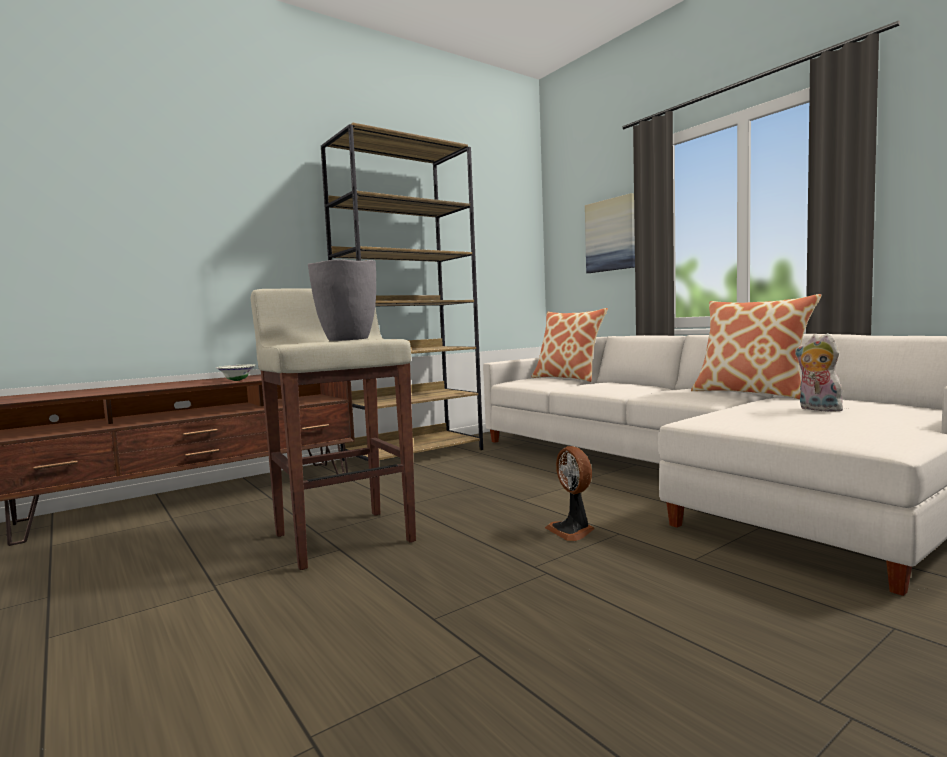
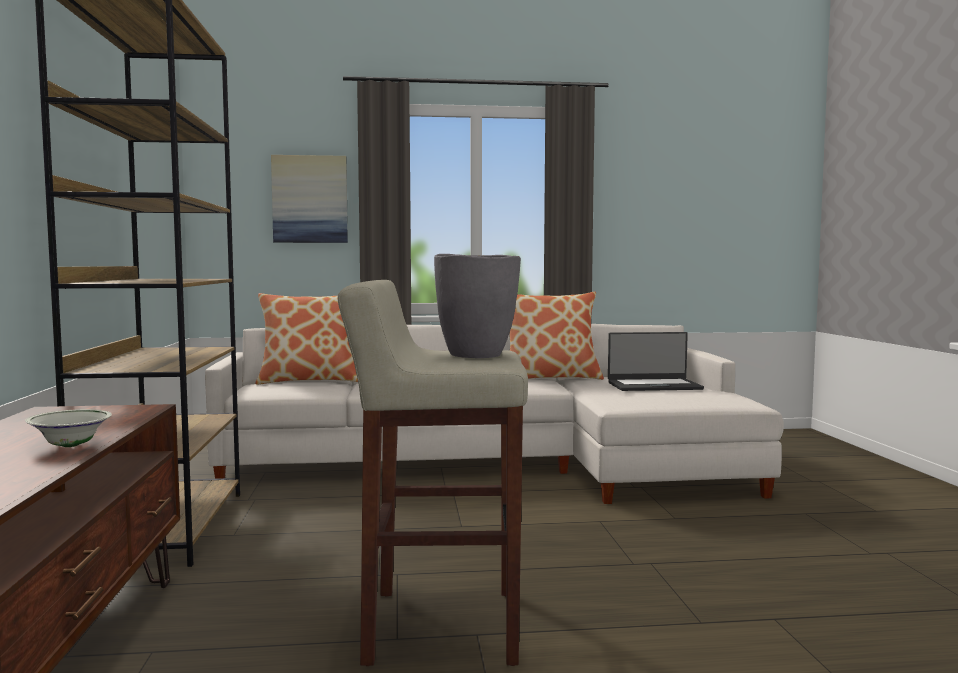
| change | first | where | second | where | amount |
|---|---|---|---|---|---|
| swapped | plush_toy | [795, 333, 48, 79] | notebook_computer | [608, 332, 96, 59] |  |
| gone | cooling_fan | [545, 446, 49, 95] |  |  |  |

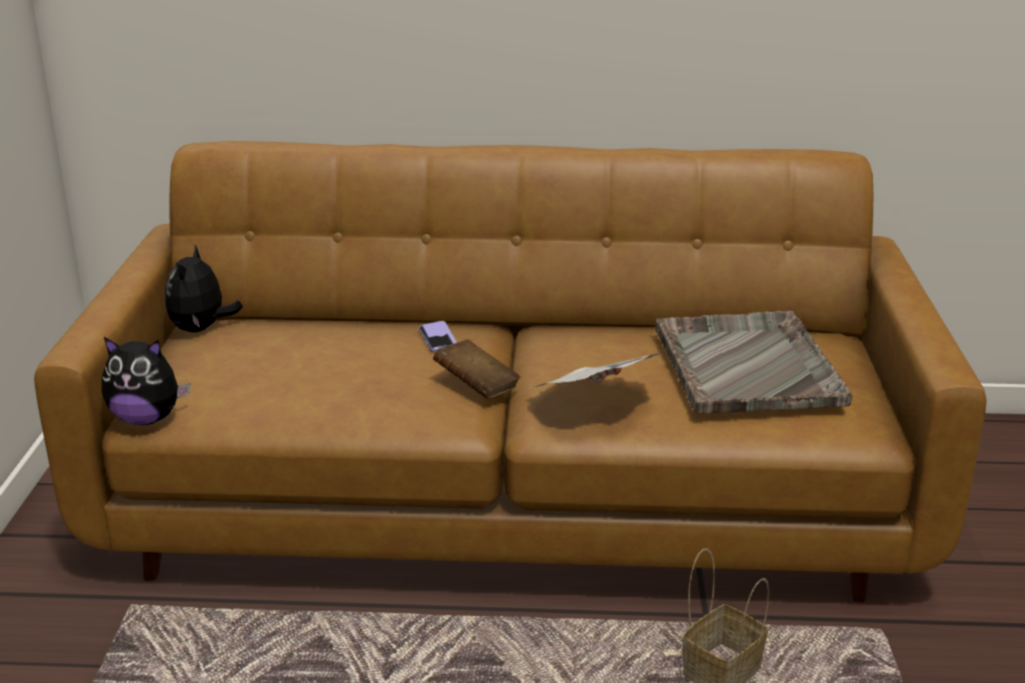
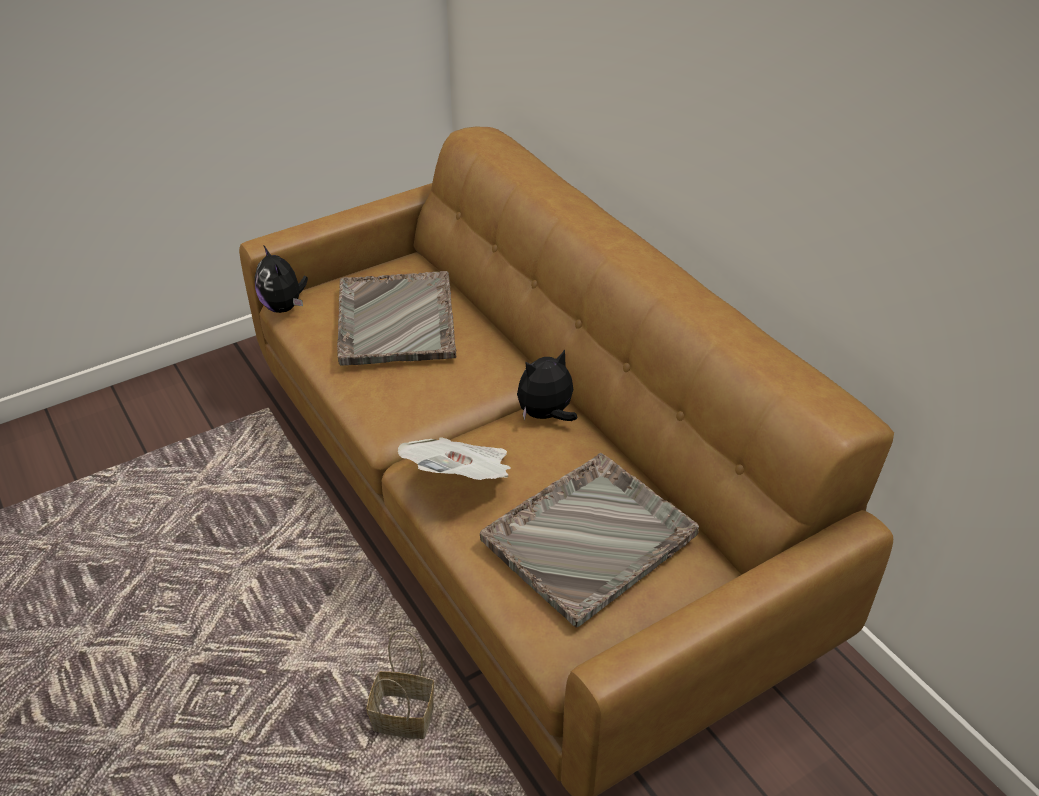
| change | first | where | second | where | amount |
|---|---|---|---|---|---|
| new |  |  | greyish_serving_tray | [337, 271, 119, 95] |  |
| shifted | plush_toy | [165, 245, 78, 87] |  | [517, 350, 60, 71] |  |
| gone | telephone | [419, 321, 38, 31] |  |  |  |
| gone | brown-coloured_volume | [433, 339, 88, 60] |  |  |  |

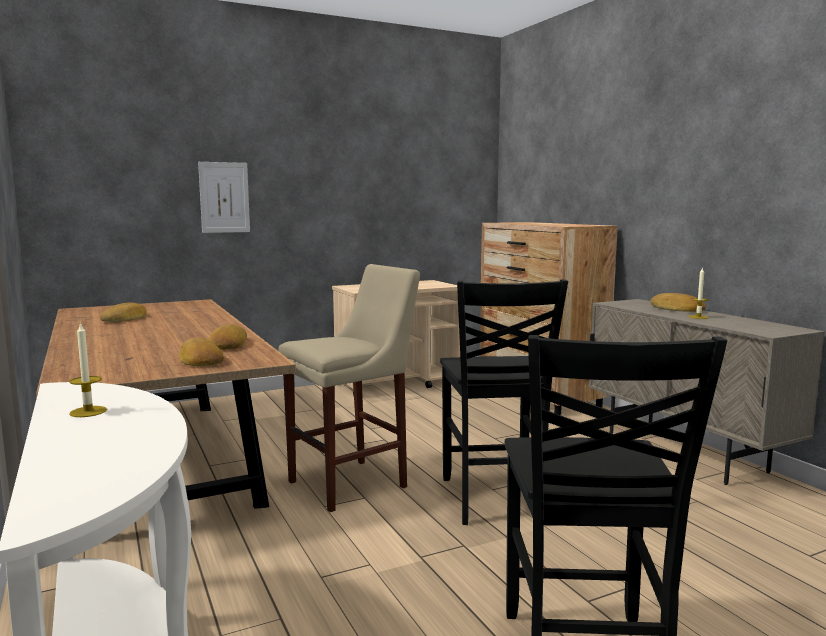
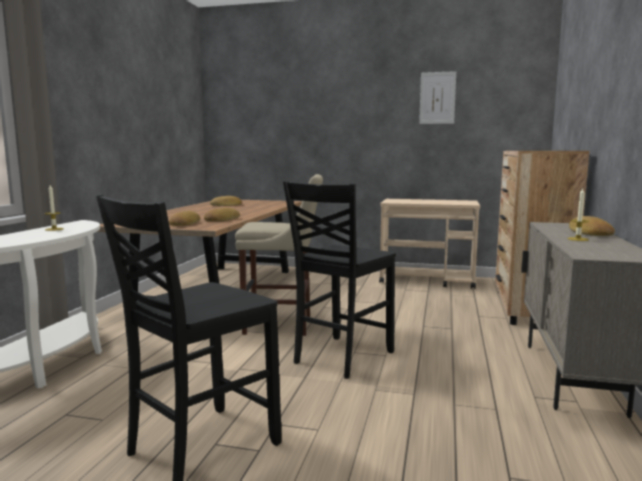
| change | first | where | second | where | amount |
|---|---|---|---|---|---|
| shifted | wall_art | [198, 162, 52, 71] |  | [419, 71, 37, 53] |  |

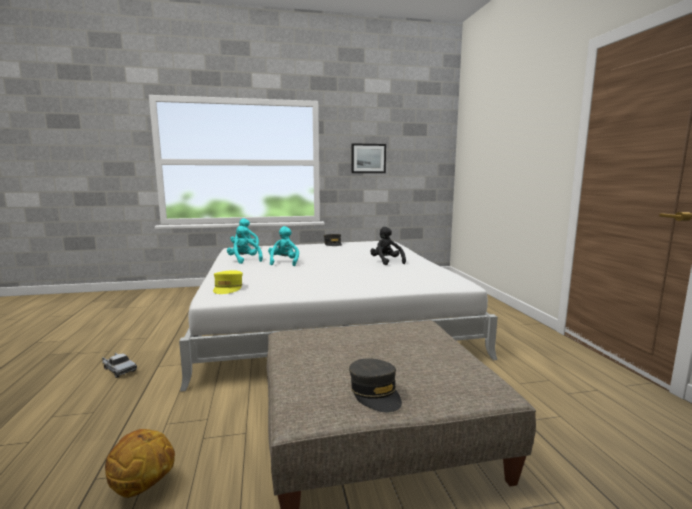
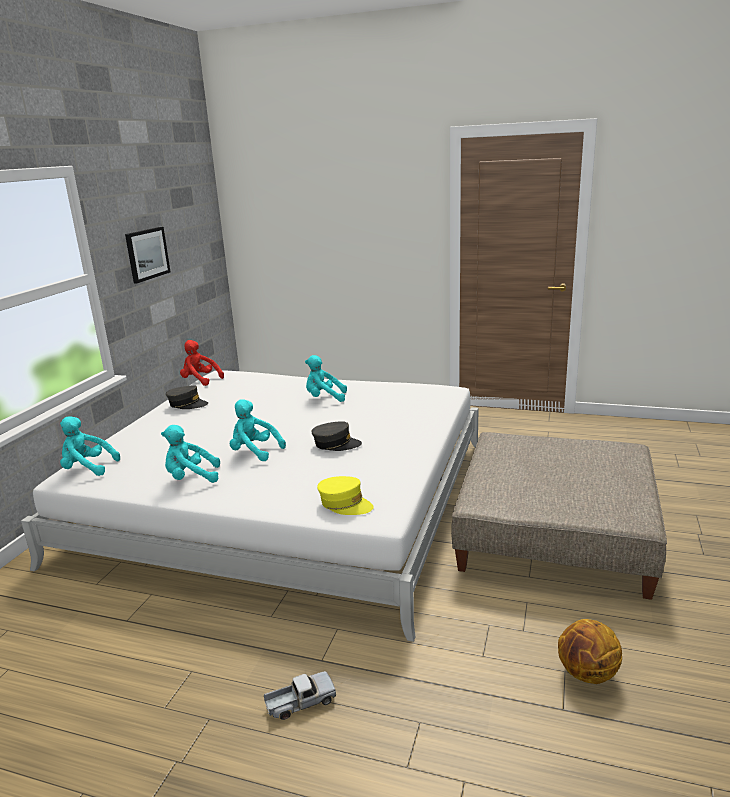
| change | first | where | second | where | amount |
|---|---|---|---|---|---|
| new |  |  | red_plush_toy | [180, 340, 44, 46] |  |
| repainted | black-coloured_plush_toy | [370, 227, 36, 38] | blue-green_plush_toy | [305, 355, 42, 47] |  |
| shifted | greyish_cap | [349, 358, 53, 54] |  | [311, 421, 51, 30] |  |

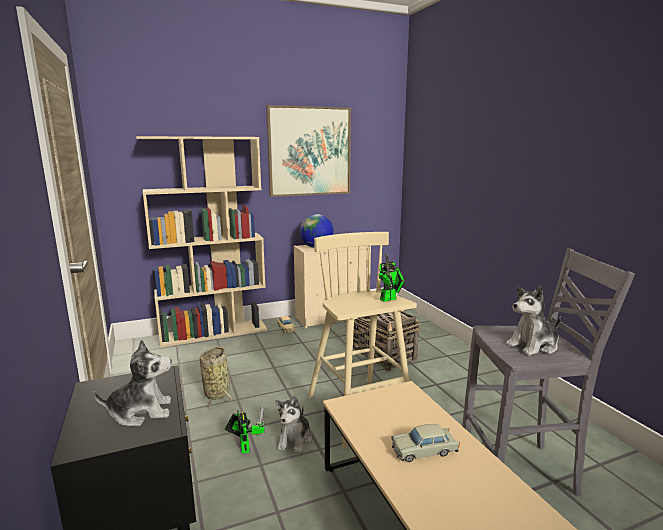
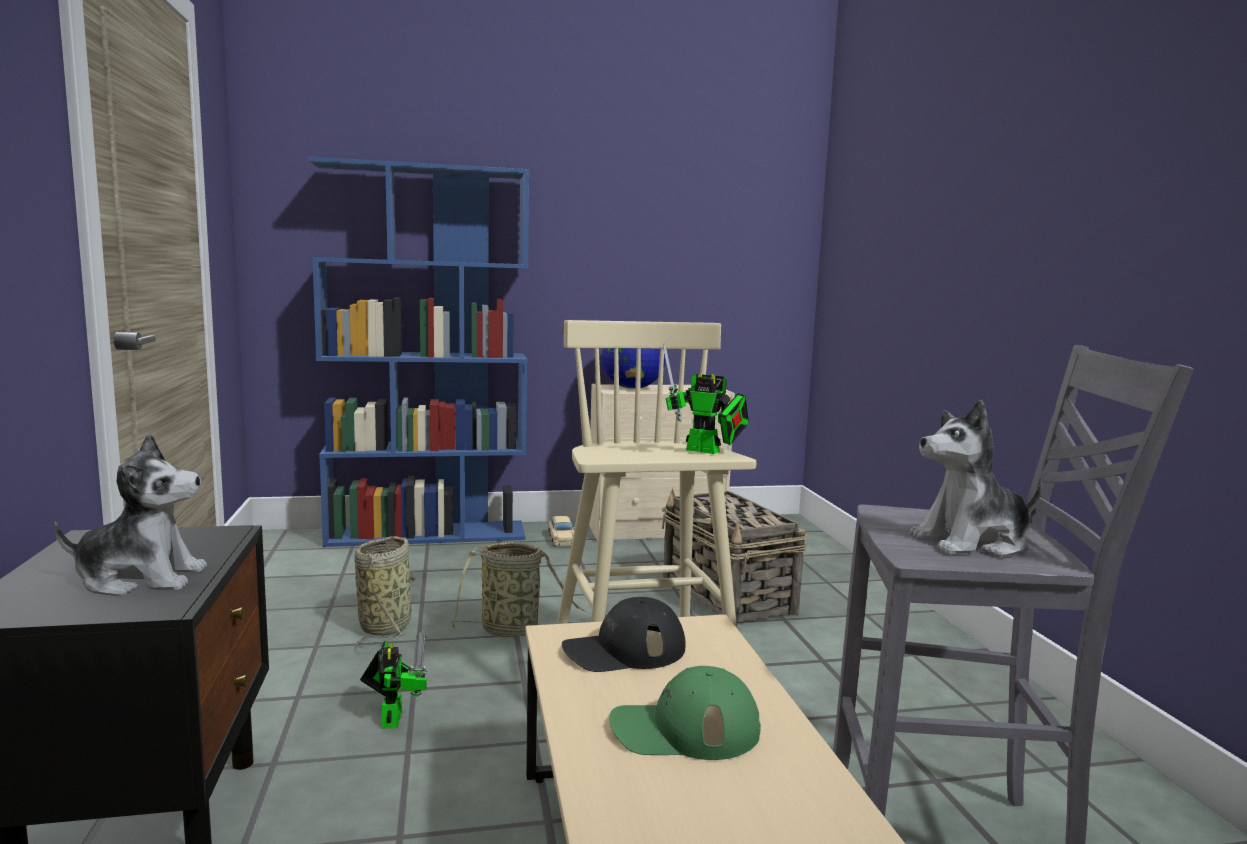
| change | first | where | second | where | amount |
|---|---|---|---|---|---|
| repainted | sand-coloured_bookcase | [136, 136, 131, 211] | blue_bookcase | [309, 157, 221, 390] |  |
| new |  |  | basket | [449, 542, 143, 95] |  |
| new |  |  | black-coloured_cap | [562, 597, 123, 75] |  |
| swapped | sand-coloured_model_car | [392, 424, 68, 38] | green-coloured_cap | [609, 666, 152, 94] |  |
| rotated | model_robot | [379, 253, 26, 49] |  | [663, 344, 86, 110] | 45 degrees clockwise |
| gone | wall_art | [266, 105, 85, 92] |  |  |  |
| gone | plush_toy | [275, 396, 37, 58] |  |  |  |

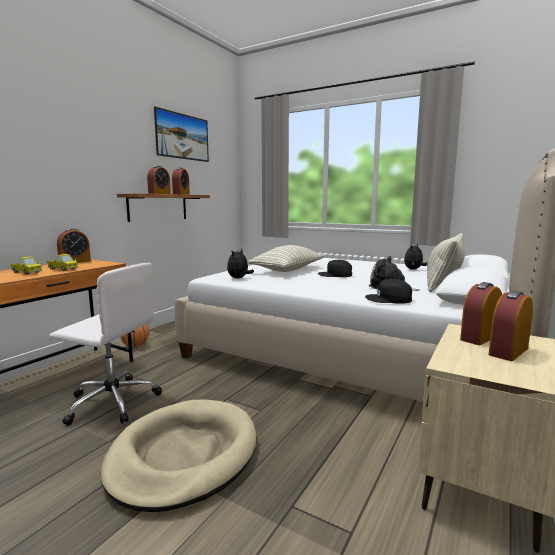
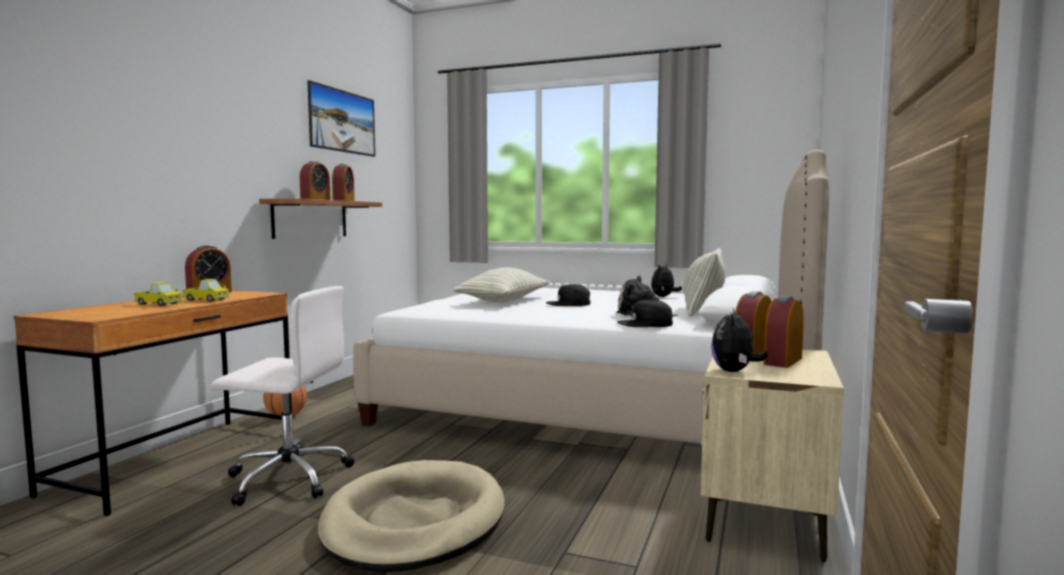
| change | first | where | second | where | amount |
|---|---|---|---|---|---|
| shifted | plush_toy | [227, 249, 27, 29] |  | [711, 308, 57, 64] |  |

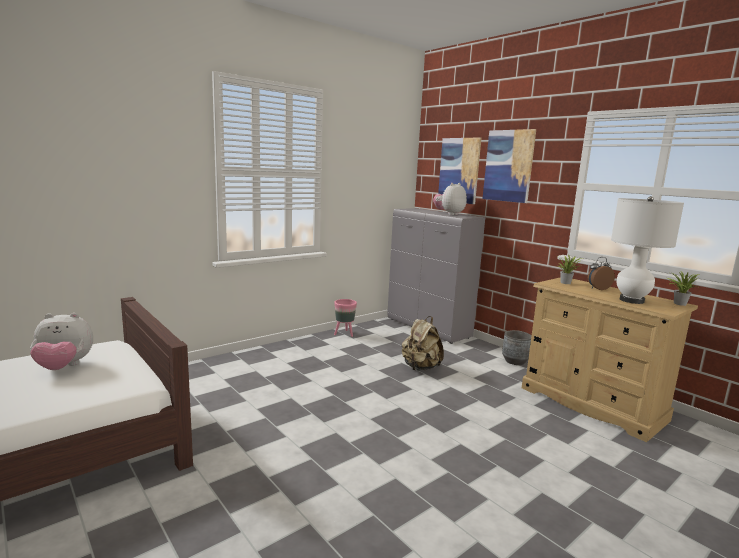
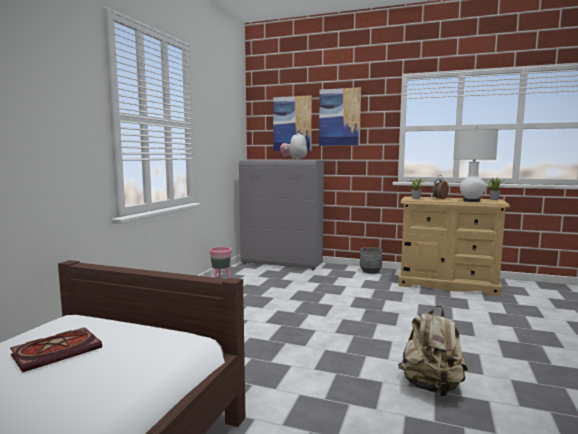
| change | first | where | second | where | amount |
|---|---|---|---|---|---|
| swapped | plush_toy | [30, 313, 63, 57] | volume | [10, 327, 92, 46] |  |
| shifted | sand-coloured_rucksack | [402, 316, 42, 55] |  | [398, 306, 70, 90] |  |

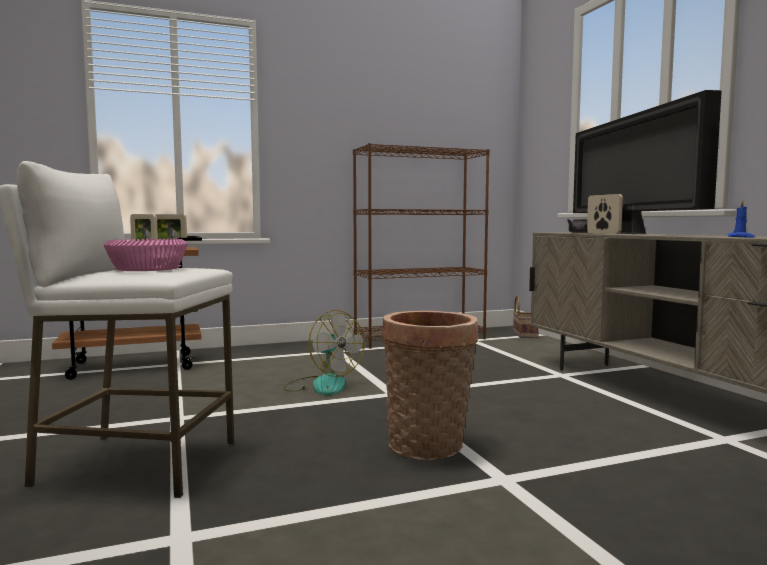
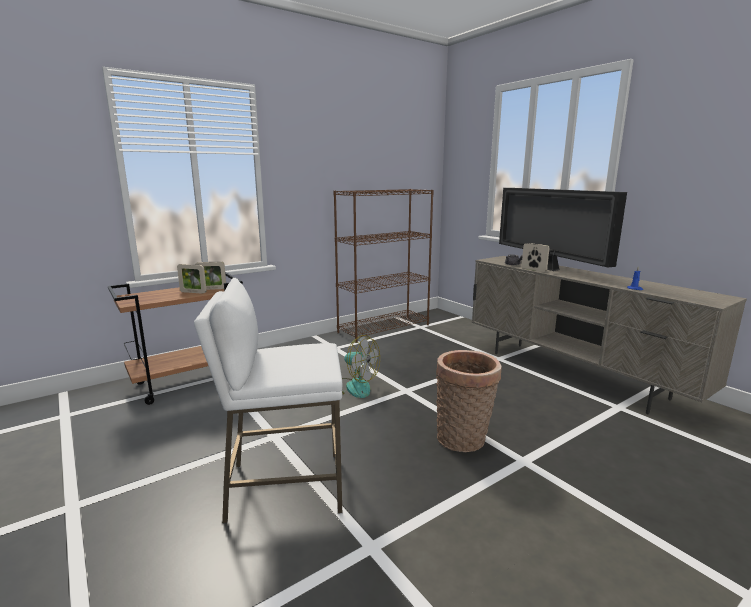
| change | first | where | second | where | amount |
|---|---|---|---|---|---|
| gone | pink_deep_dish | [103, 239, 85, 32] |  |  |  |
| gone | basket | [513, 296, 26, 42] |  |  |  |

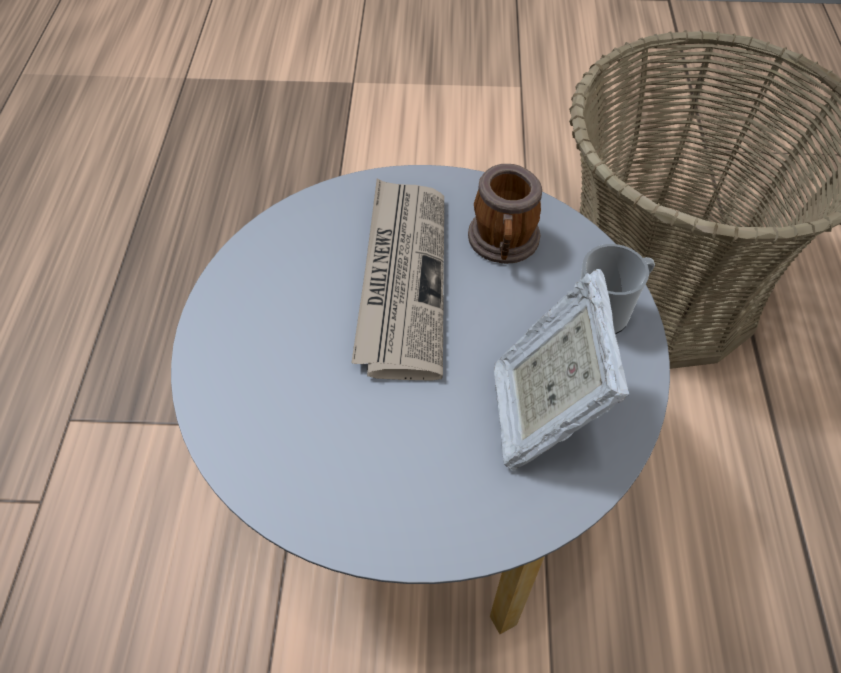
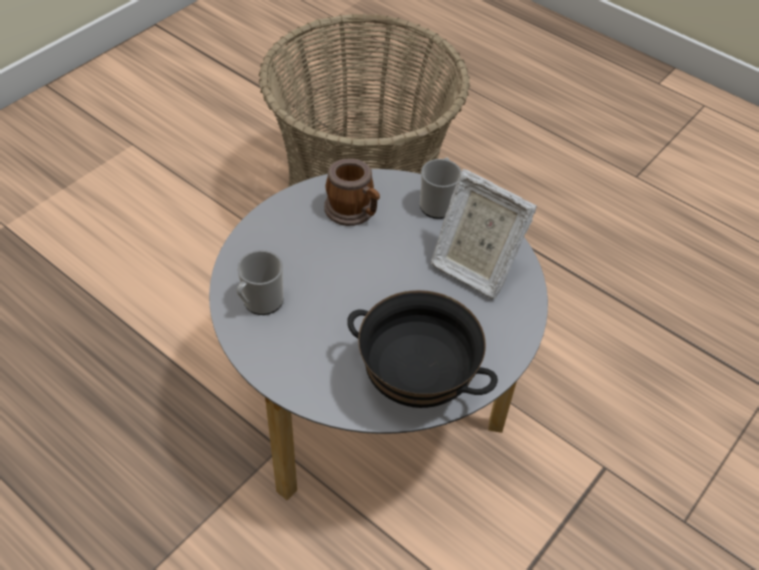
| change | first | where | second | where | amount |
|---|---|---|---|---|---|
| new |  |  | mug | [236, 250, 47, 65] |  |
| new |  |  | black-coloured_deep_dish | [347, 290, 151, 118] |  |
| gone | daily_paper | [351, 178, 93, 202] |  |  |  |

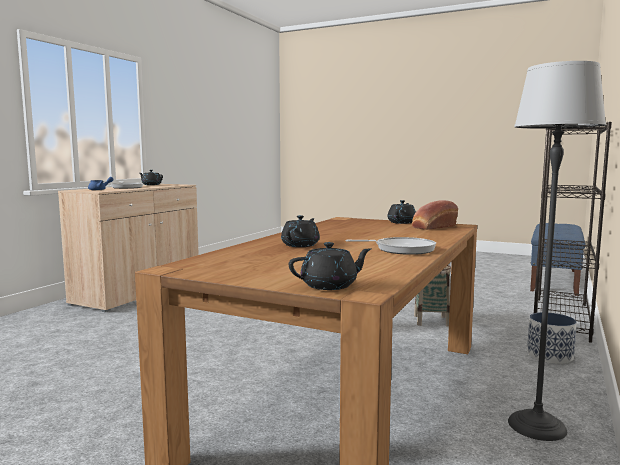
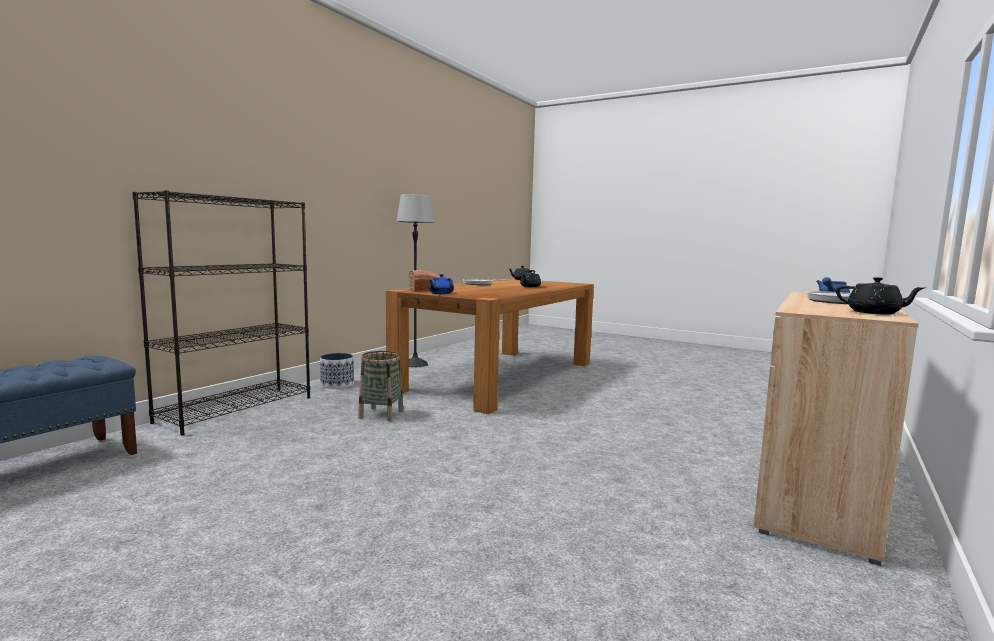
| change | first | where | second | where | amount |
|---|---|---|---|---|---|
| repainted | black-coloured_teapot | [387, 200, 29, 24] | blue_teapot | [428, 274, 26, 20] |  |

